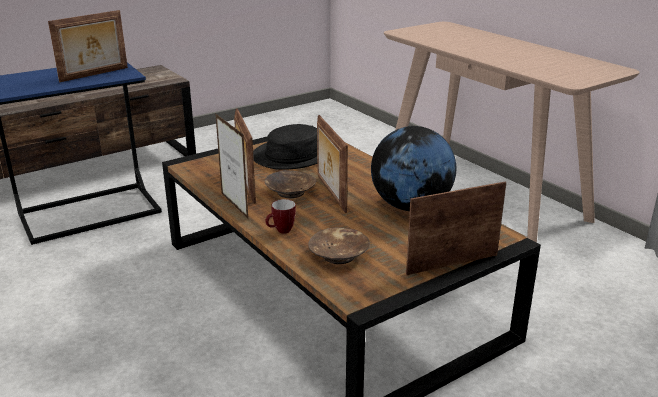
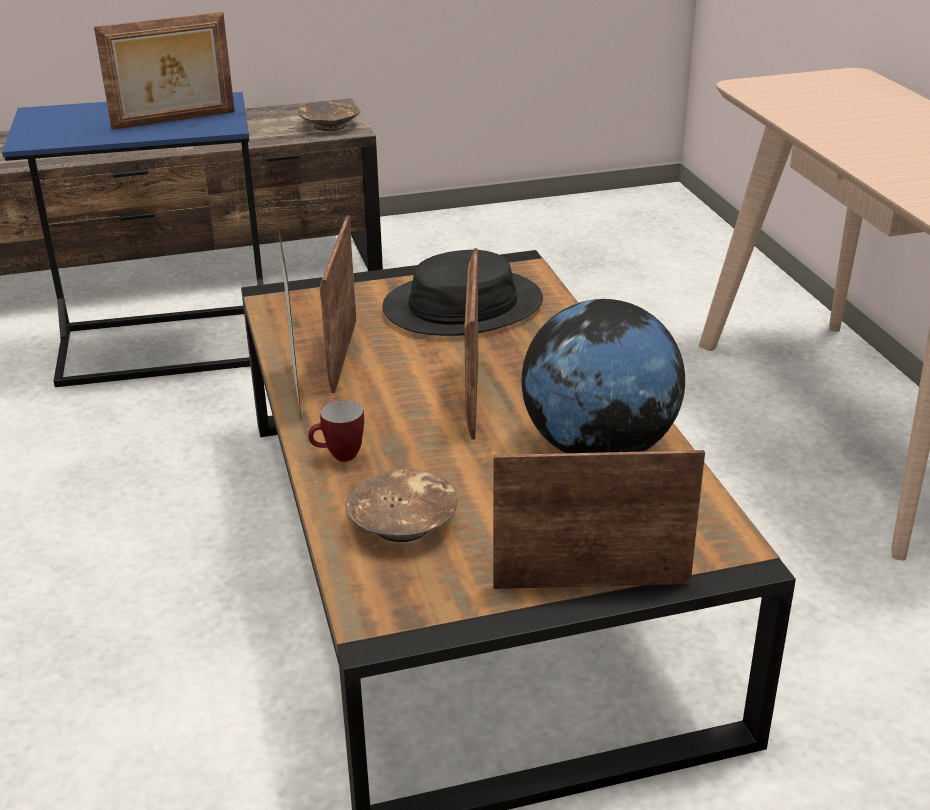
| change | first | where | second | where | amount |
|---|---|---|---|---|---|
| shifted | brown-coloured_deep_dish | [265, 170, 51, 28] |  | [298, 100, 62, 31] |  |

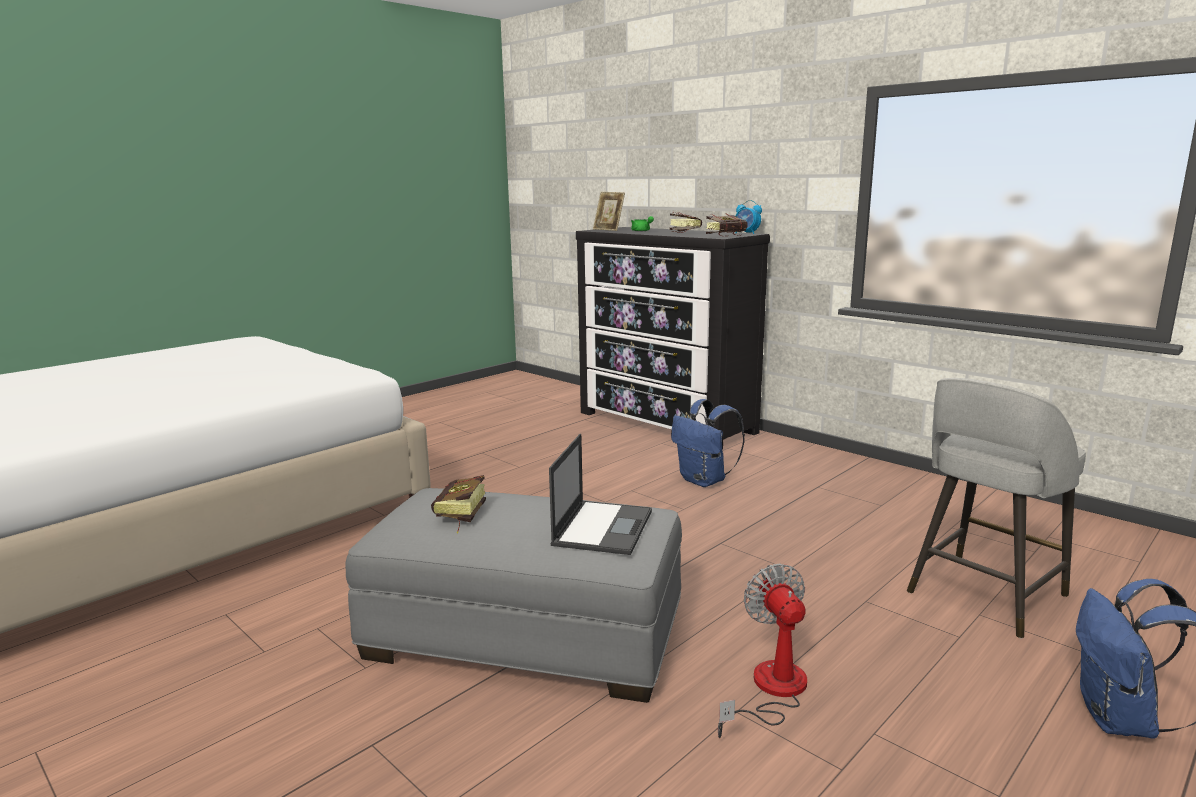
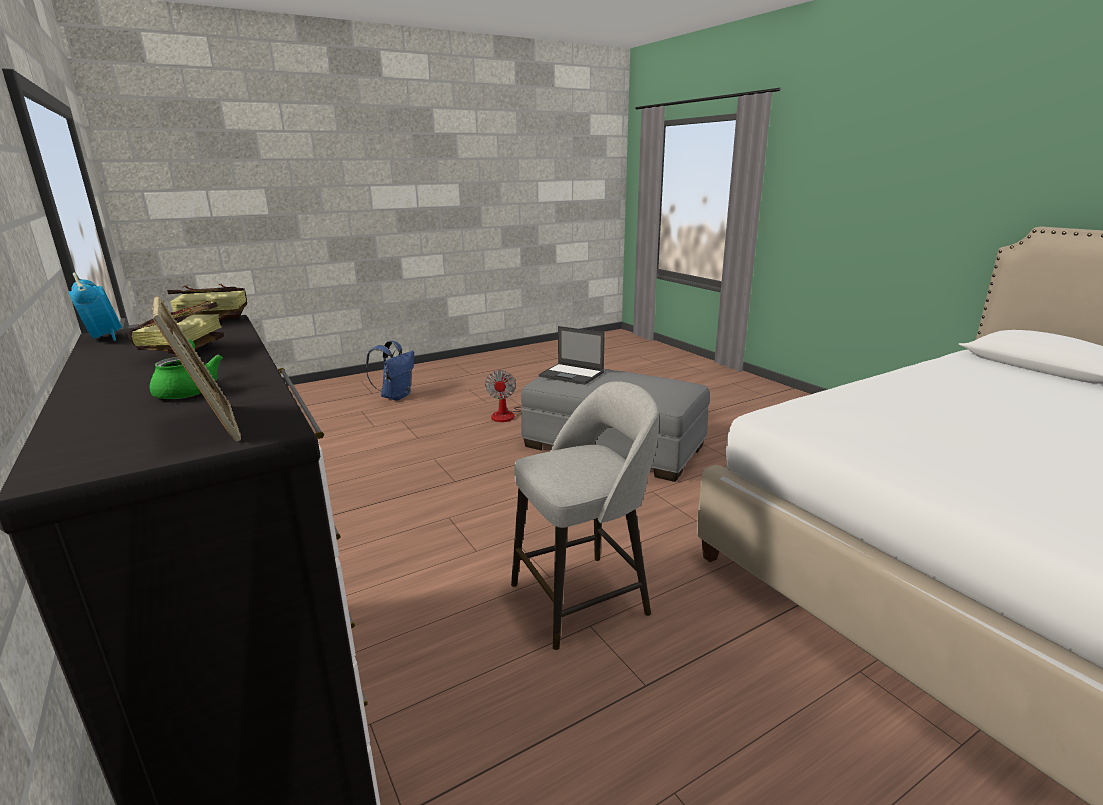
| change | first | where | second | where | amount |
|---|---|---|---|---|---|
| shifted | greyish_stool_seat | [907, 378, 179, 260] |  | [511, 381, 148, 269] |  |
| rotated | notebook_computer | [549, 434, 103, 121] |  | [538, 326, 67, 59] | 90 degrees counterclockwise |
| gone | volume | [431, 475, 55, 58] |  |  |  |
| gone | blue_rucksack | [671, 399, 74, 88] |  |  |  |

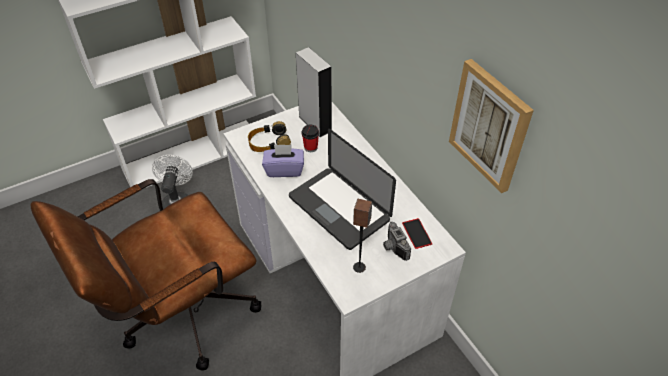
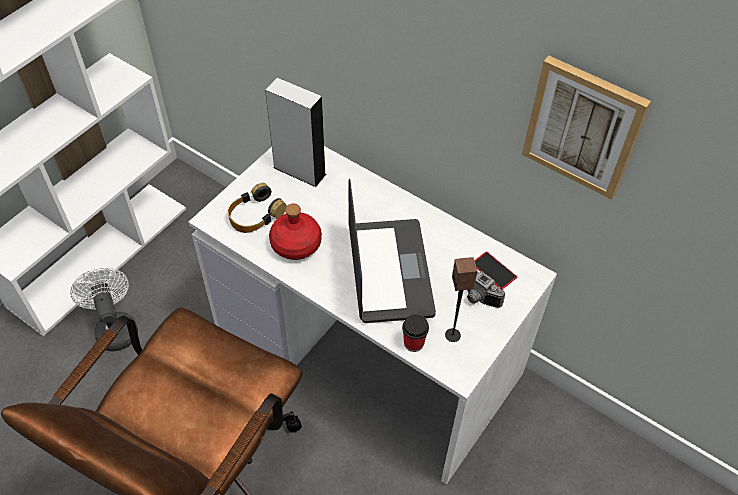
| change | first | where | second | where | amount |
|---|---|---|---|---|---|
| swapped | purplish_box_of_tissues | [262, 144, 42, 33] | red_bottle | [269, 204, 53, 56] |  |
| rotated | notebook_computer | [289, 129, 107, 121] |  | [348, 179, 88, 144] | 120 degrees counterclockwise |
| shifted | small_cup | [302, 125, 17, 27] |  | [402, 314, 27, 38] |  |

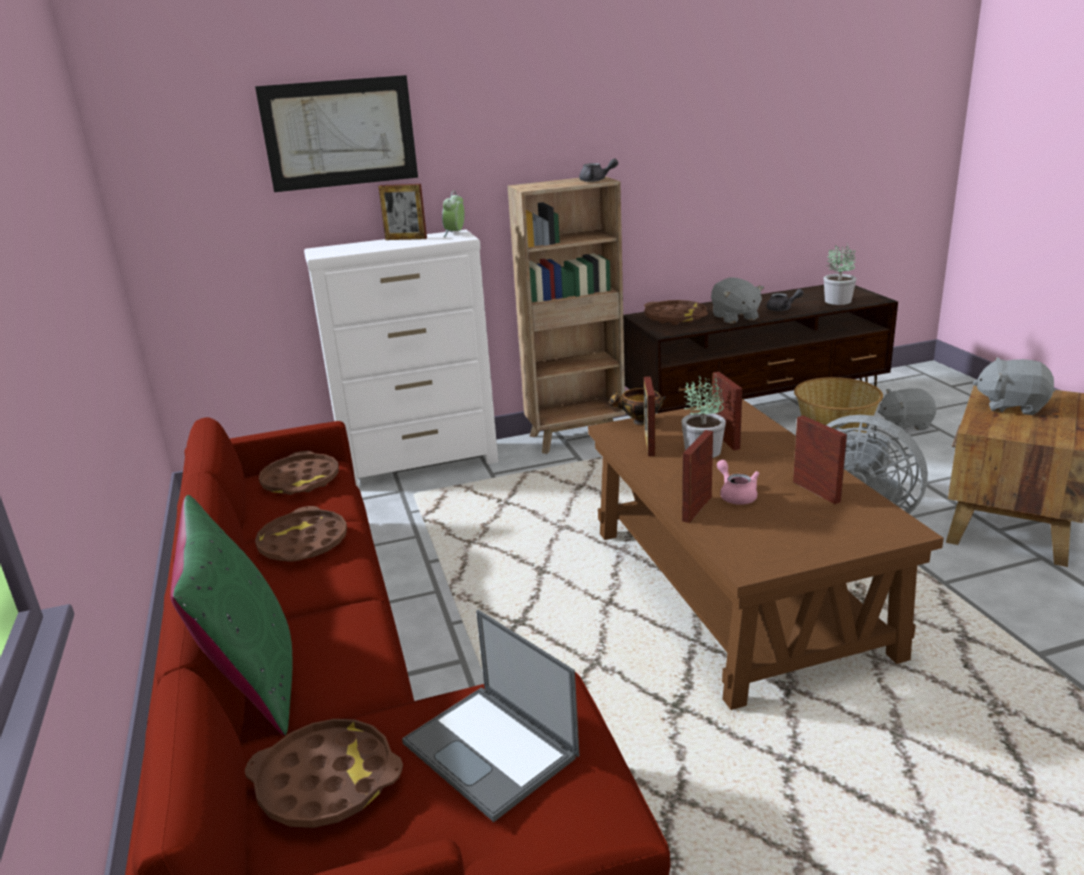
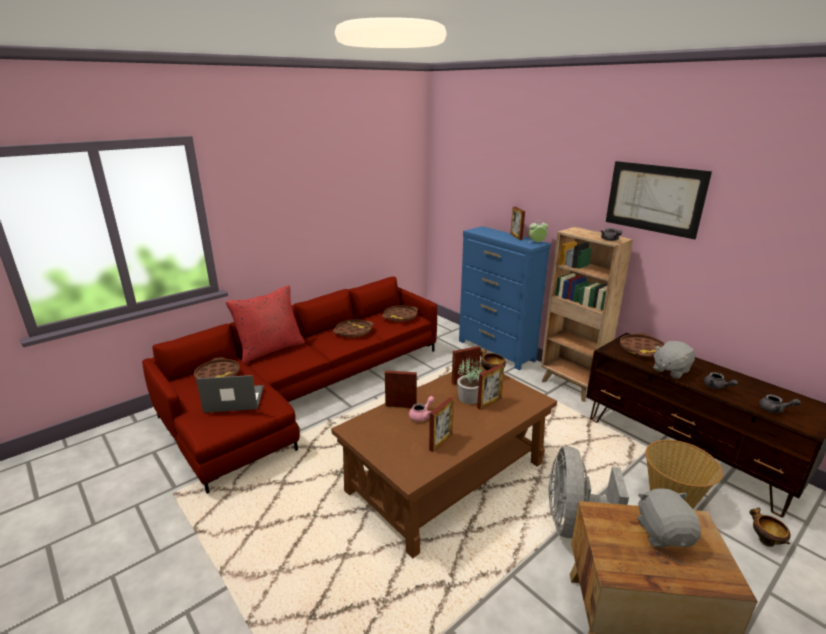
| change | first | where | second | where | amount |
|---|---|---|---|---|---|
| rotated | notebook_computer | [402, 610, 177, 212] |  | [196, 375, 68, 38] | 60 degrees clockwise |
| repainted | green-coloured_pillow | [170, 495, 122, 241] | red_pillow | [226, 285, 79, 79] |  |
| repainted | white_dresser | [304, 230, 194, 258] | blue_dresser | [459, 226, 92, 144] |  |
| shifted | wall_art | [255, 75, 163, 117] |  | [606, 161, 106, 78] |  |
| swapped | greyish_plush_toy | [878, 388, 58, 42] | deep_dish | [749, 507, 41, 40] |  |
| swapped | plant_in_a_pot | [824, 244, 32, 61] | greyish_teapot | [759, 394, 42, 19] |  |

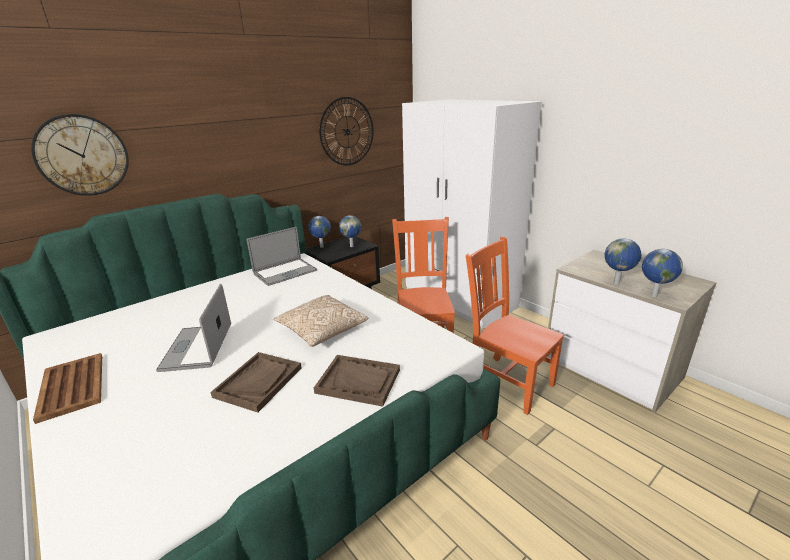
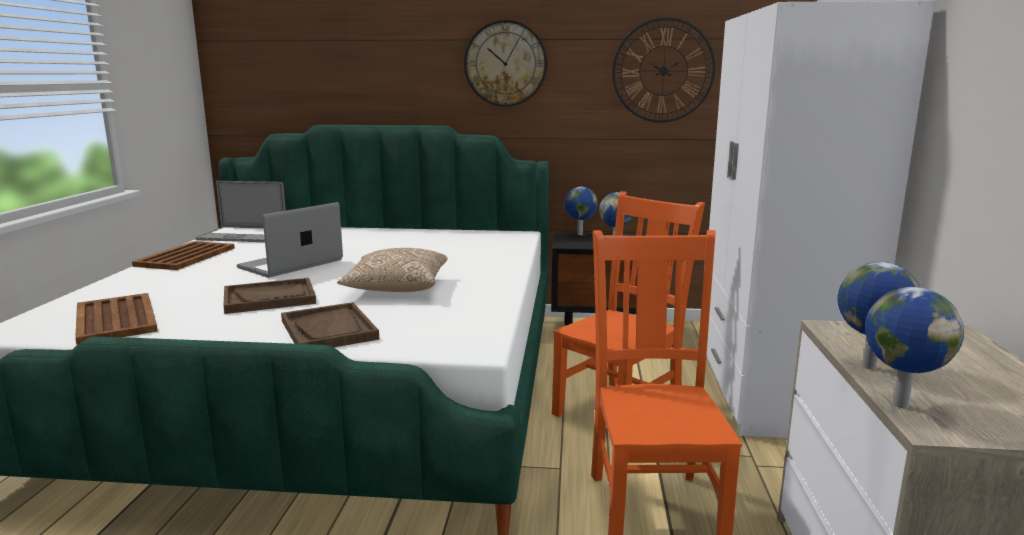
| change | first | where | second | where | amount |
|---|---|---|---|---|---|
| new |  |  | brown-coloured_serving_tray | [75, 293, 83, 52] |  |
| shifted | notebook_computer | [247, 227, 70, 59] |  | [196, 181, 90, 61] |  |
| shifted | clock_on_the_wall | [31, 114, 98, 82] |  | [464, 20, 83, 87] |  |

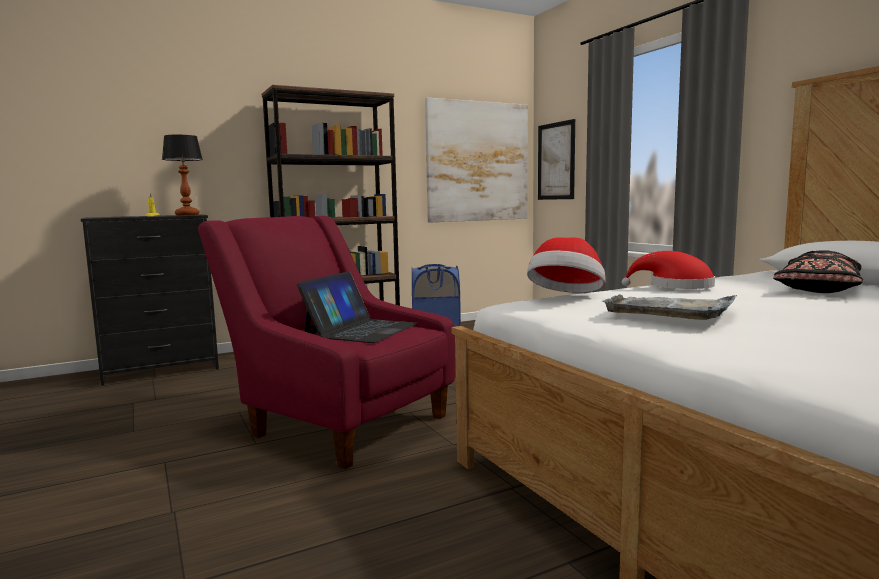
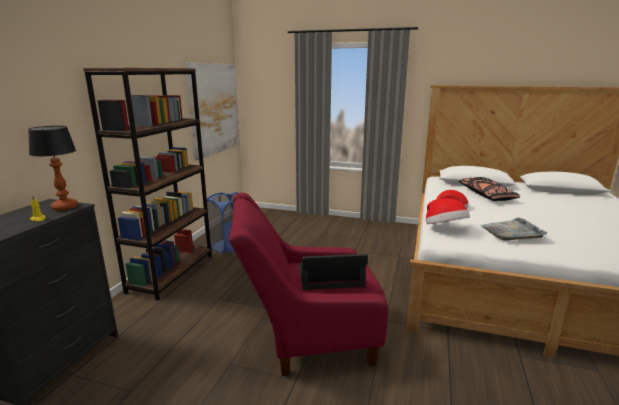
| change | first | where | second | where | amount |
|---|---|---|---|---|---|
| rotated | notebook_computer | [297, 271, 121, 72] |  | [299, 254, 69, 36] | 75 degrees counterclockwise |
| gone | wall_art | [538, 119, 37, 81] |  |  |  |

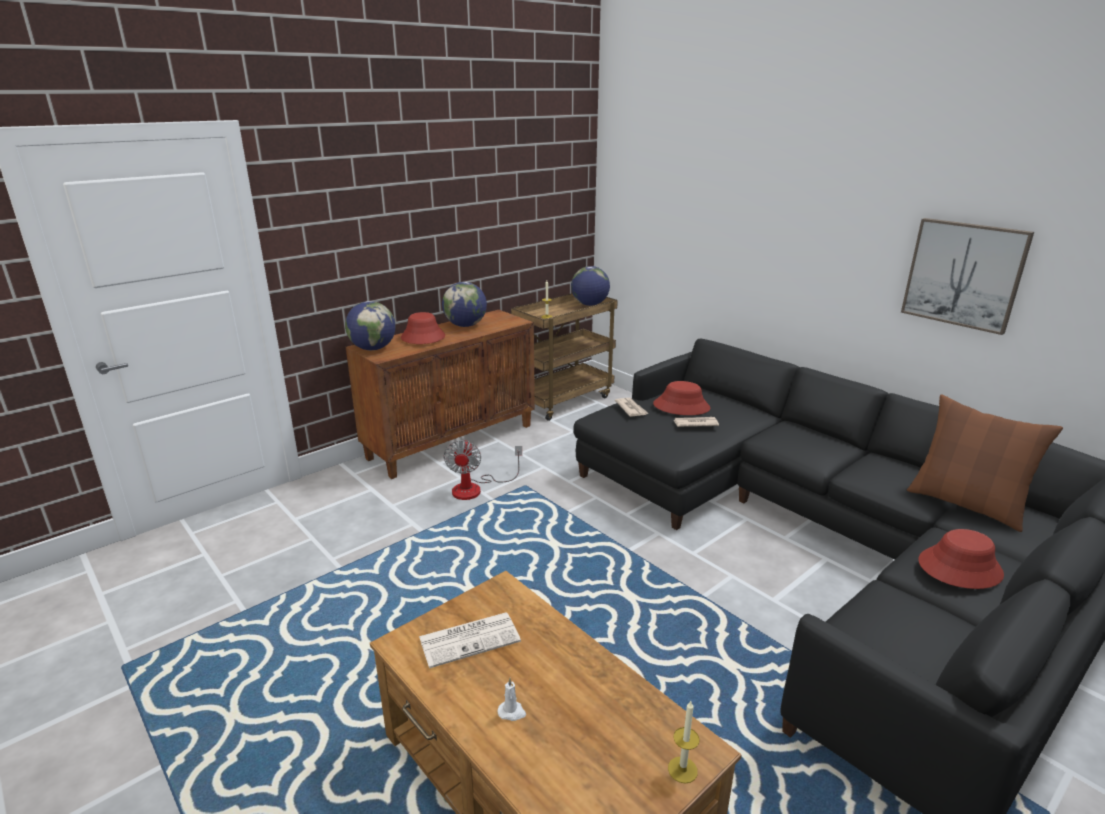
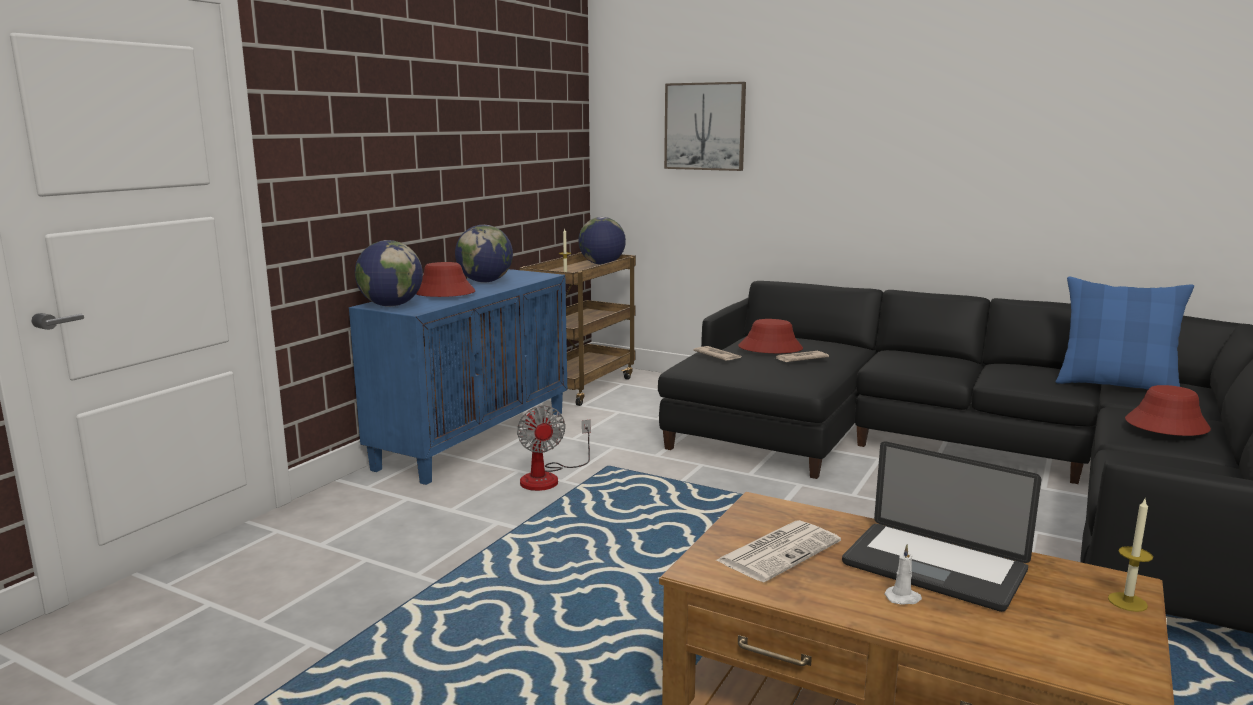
| change | first | where | second | where | amount |
|---|---|---|---|---|---|
| repainted | brown-coloured_storage_cabinet | [346, 310, 189, 169] | blue_storage_cabinet | [349, 269, 218, 216] |  |
| shifted | wall_art | [901, 218, 133, 117] |  | [664, 82, 82, 89] |  |
| new |  |  | notebook_computer | [842, 441, 199, 171] |  |
| repainted | brown-coloured_pillow | [907, 394, 156, 138] | blue_pillow | [1055, 277, 139, 112] |  |

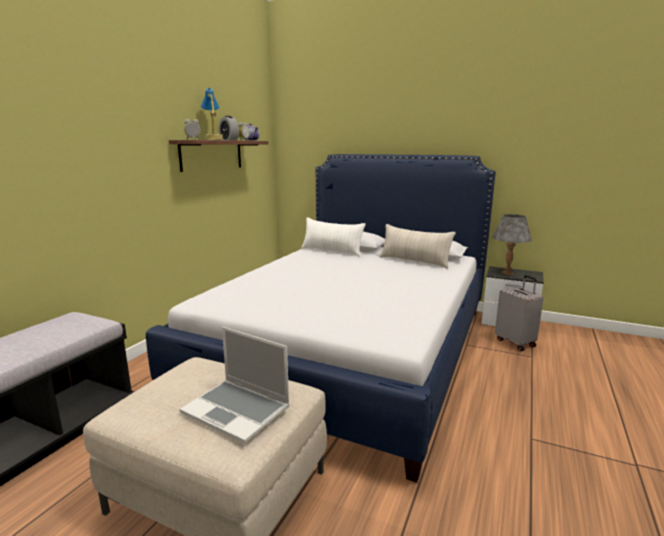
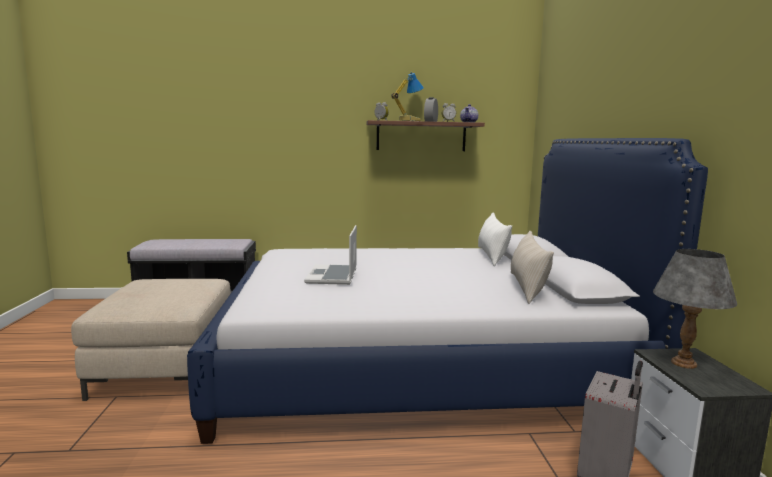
| change | first | where | second | where | amount |
|---|---|---|---|---|---|
| shifted | notebook_computer | [179, 327, 111, 117] |  | [304, 225, 53, 60] |  |

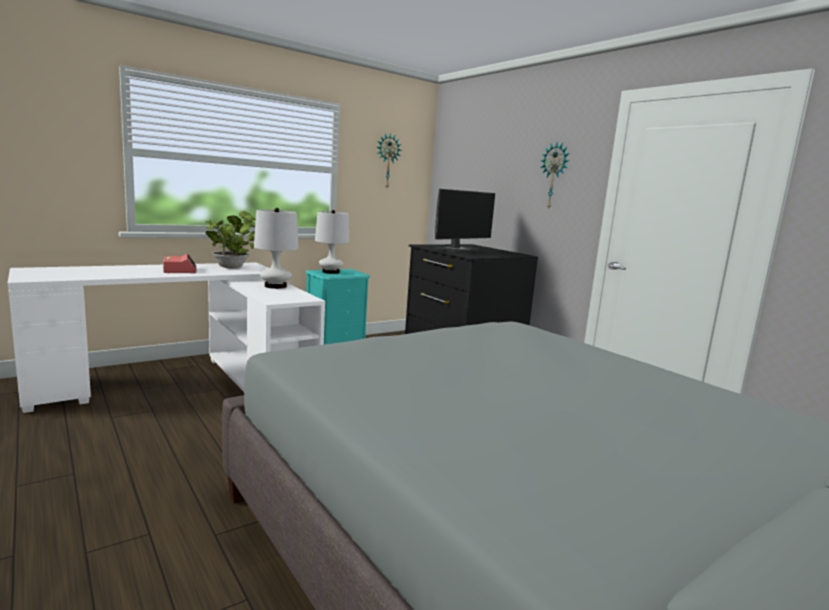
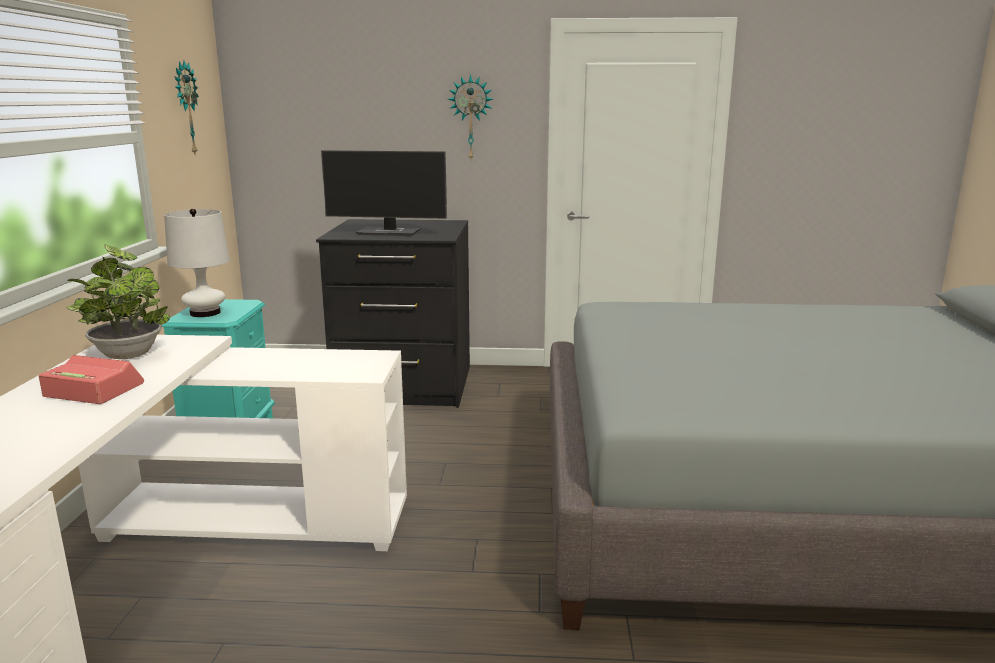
| change | first | where | second | where | amount |
|---|---|---|---|---|---|
| rotated | computer_display | [434, 189, 61, 63] |  | [321, 150, 126, 86] | 105 degrees clockwise |
| gone | white_tabletop_lamp | [254, 208, 44, 81] |  |  |  |

